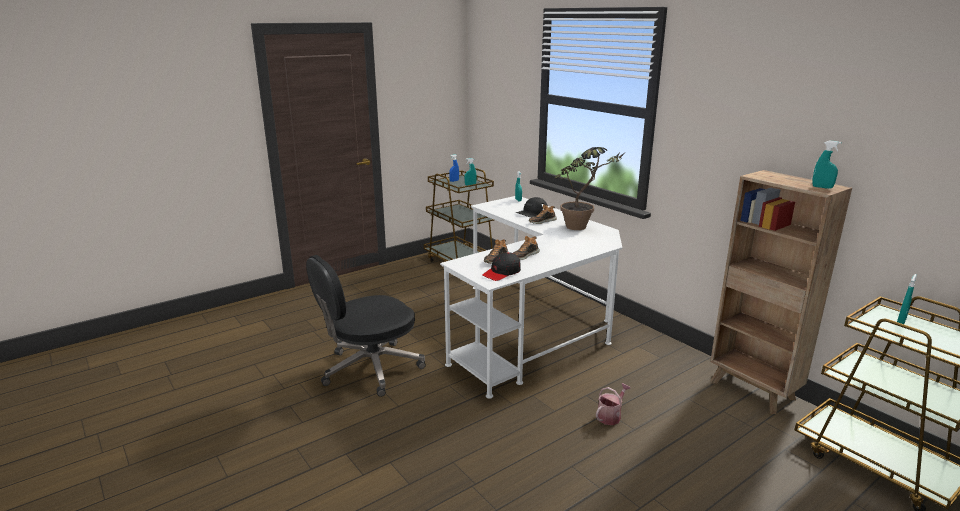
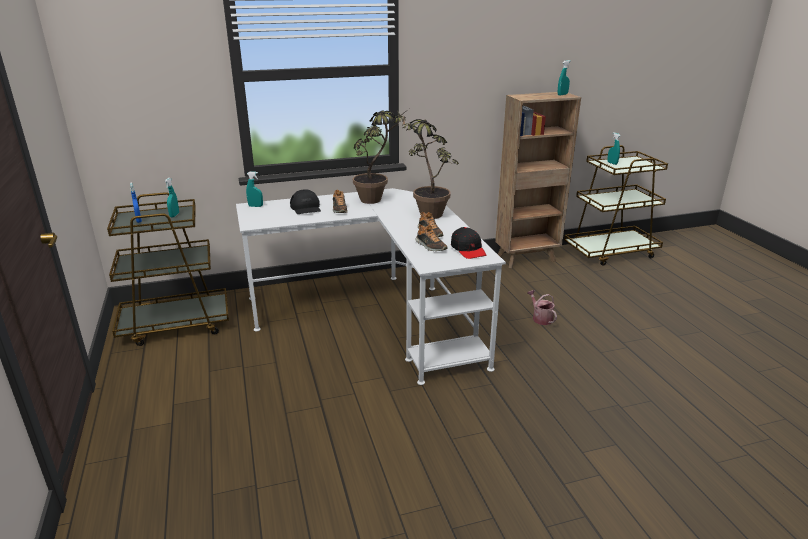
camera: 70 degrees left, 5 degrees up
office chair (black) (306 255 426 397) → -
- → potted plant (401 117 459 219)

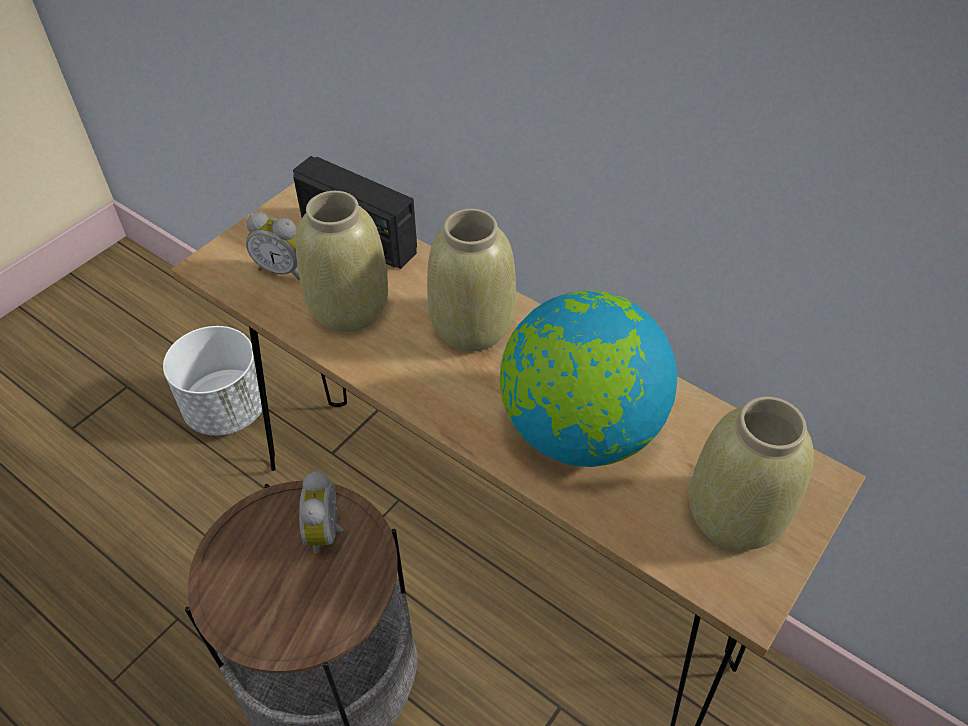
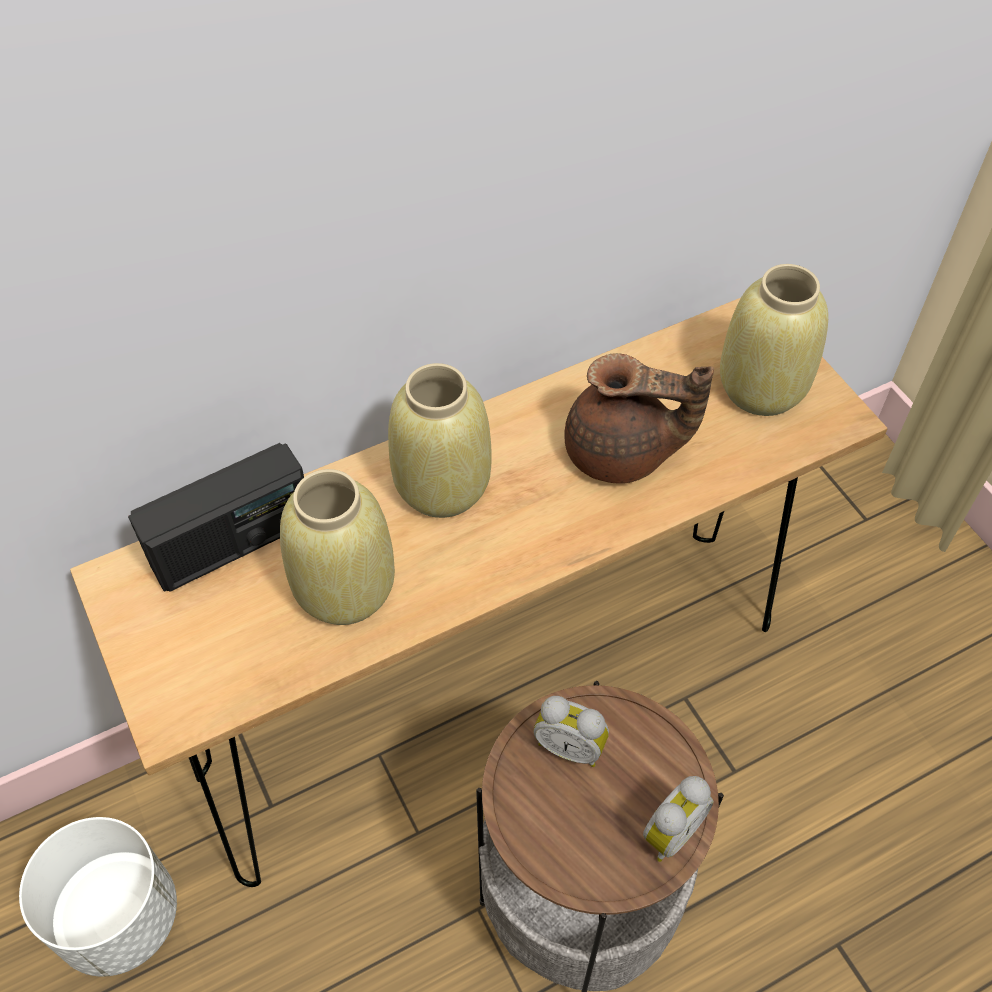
camera: 65 degrees left, 5 degrees up
alarm clock (246 212 300 280) → alarm clock (643 776 714 862), move
globe (500 291 677 467) → teapot (brown) (564 353 714 484)

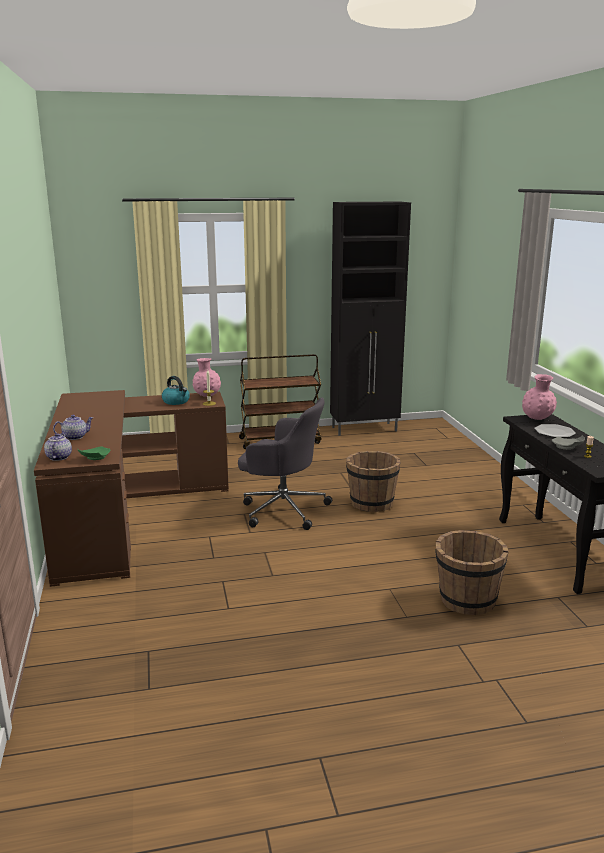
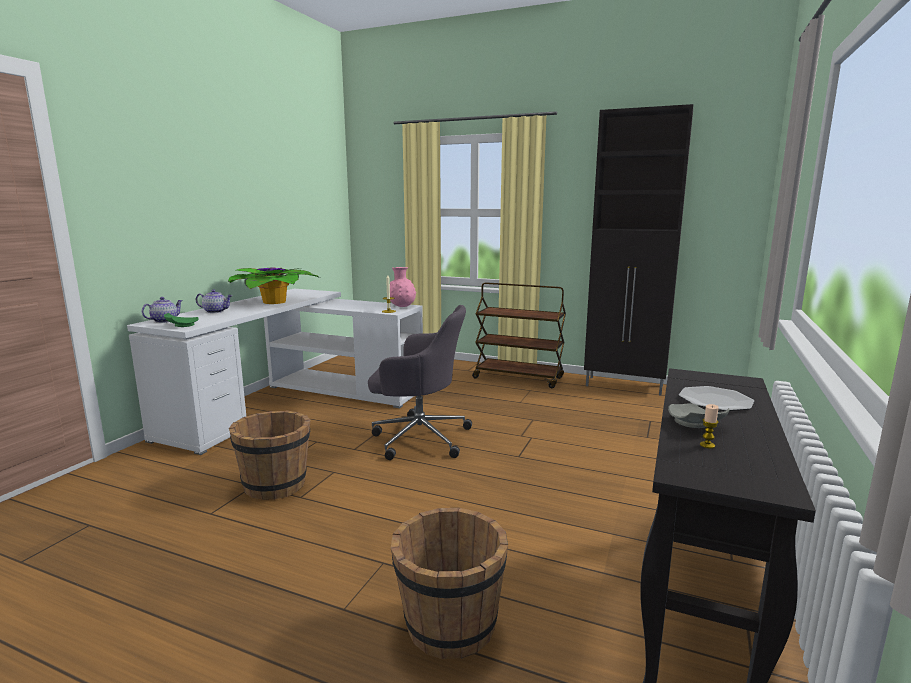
camera: 35 degrees right, 5 degrees down
desk (brown) (34 390 229 587) → desk (white) (127 289 423 455)
kettle (162 376 190 405) → -
office chair (grey) (238 398 332 530) → office chair (grey) (368 305 472 460), 45 degrees counterclockwise
bucket (brown) (346 451 400 512) → bucket (brown) (229 410 310 500), move
vase (pink) (522 374 557 420) → -
- → potted plant (228 267 320 304)

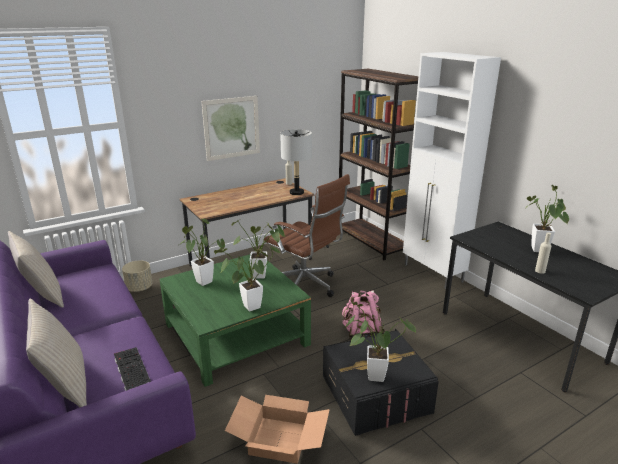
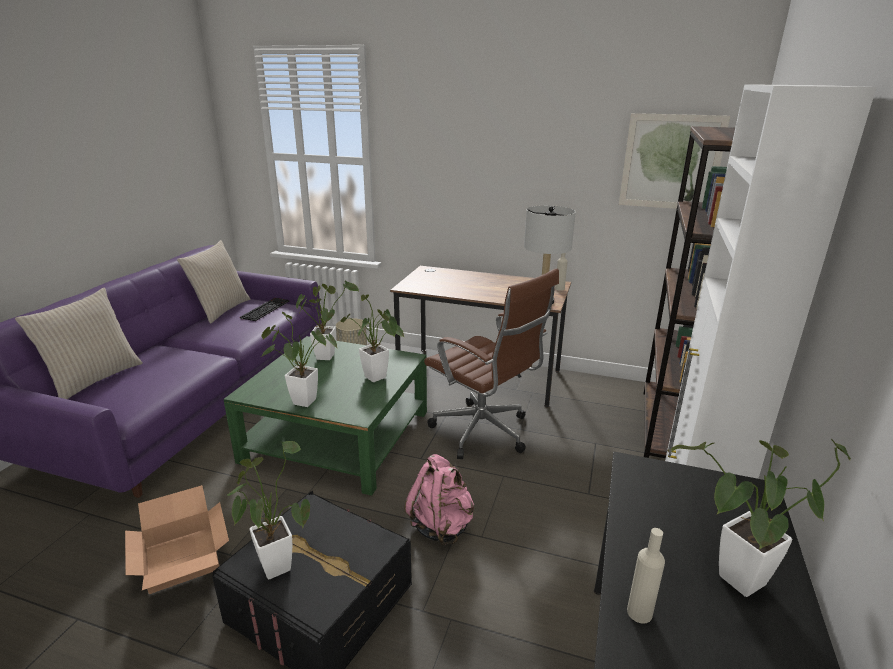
camera: 50 degrees right, 0 degrees up
keyboard (114 347 151 391) → keyboard (240 298 290 321), move
picture (202 96 260 161) → picture (619 113 730 209), move
office chair (brown) (264 174 350 297) → office chair (brown) (424 268 559 459), 45 degrees counterclockwise

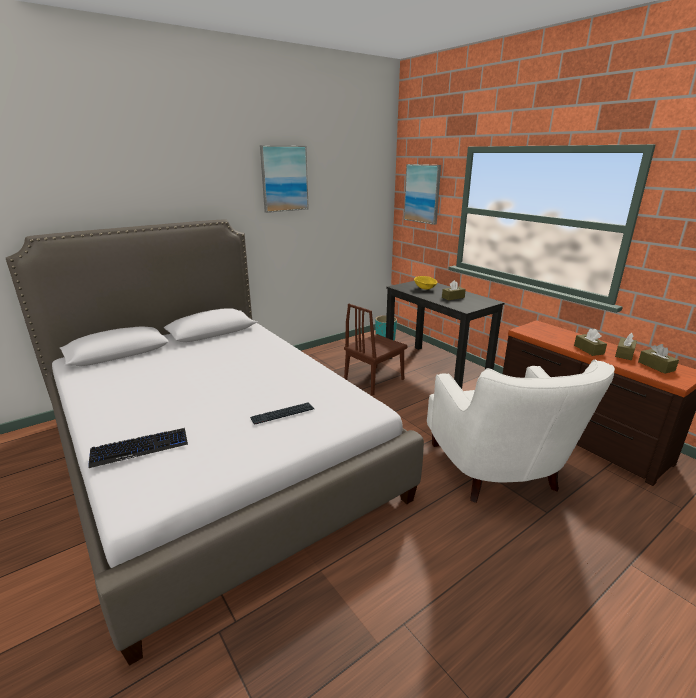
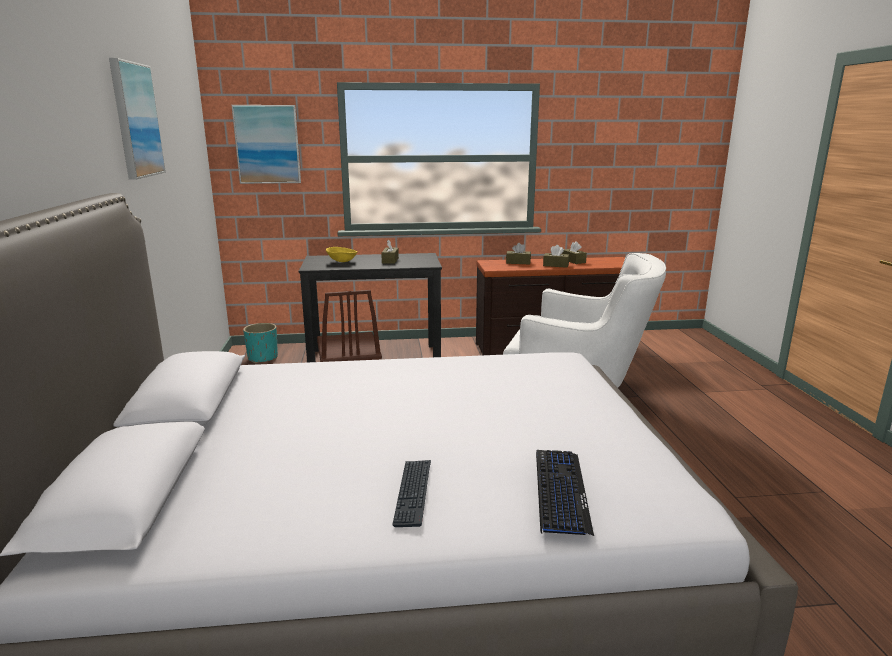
camera: 60 degrees left, 5 degrees down
keyboard (250 402 314 425) → keyboard (392 460 431 527), move
tissue box (brown) (638 344 679 374) → tissue box (brown) (506 243 531 264), move

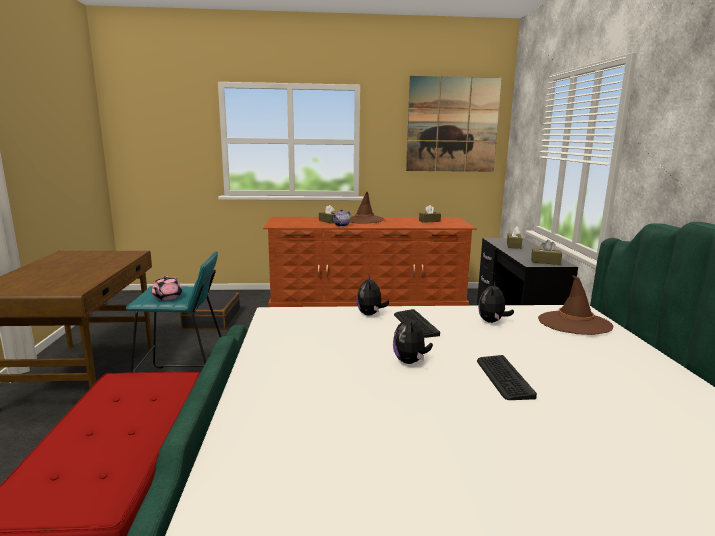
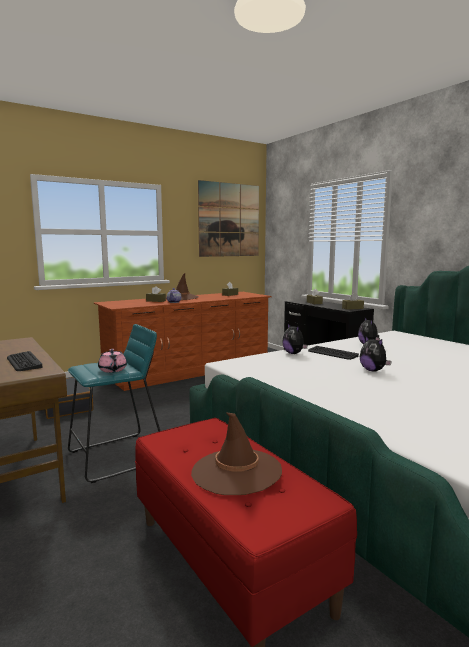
camera: 30 degrees left, 5 degrees down
keyboard (477 355 537 400) → keyboard (7 351 43 371), move
hat (brown) (538 275 613 335) → hat (brown) (191 412 282 495), move

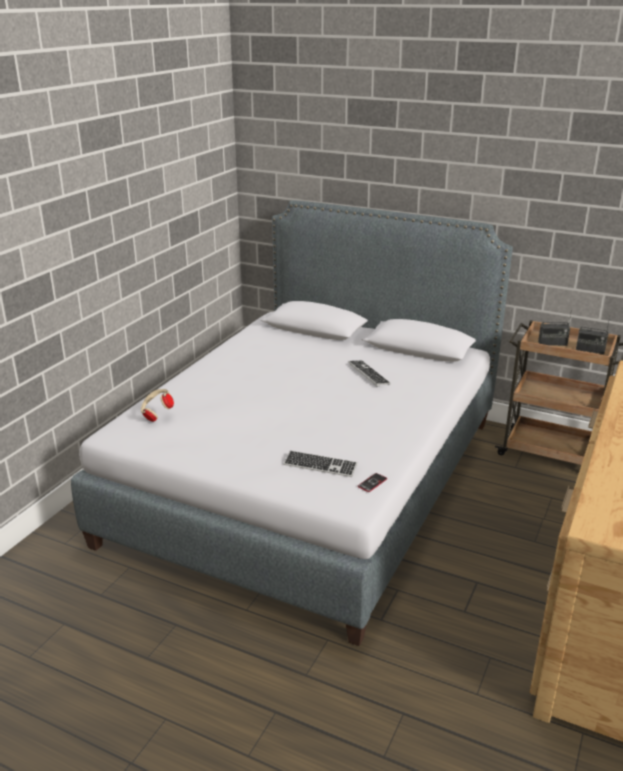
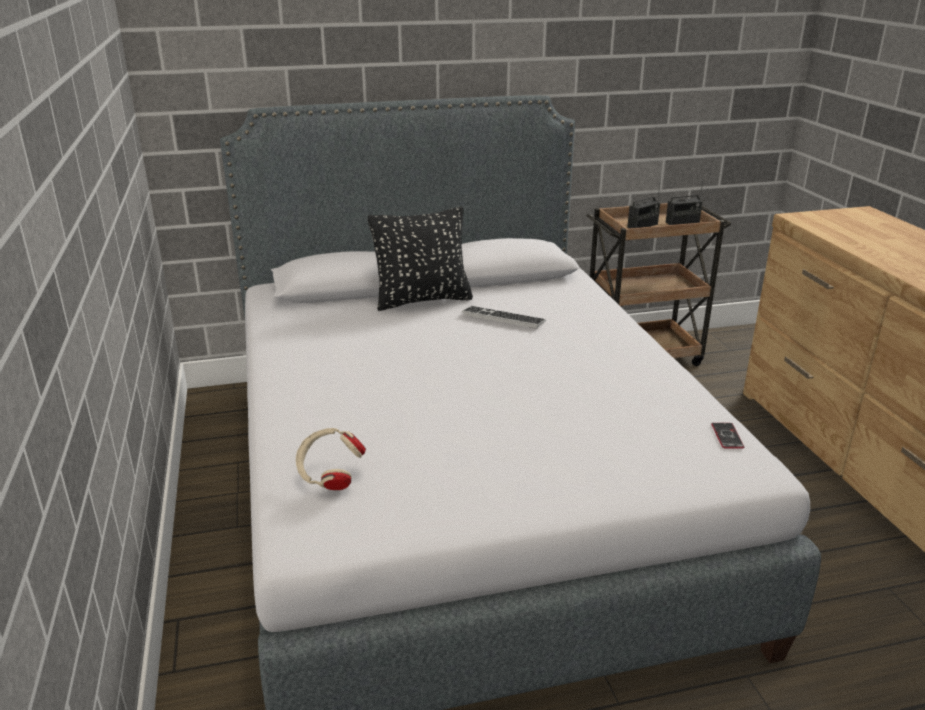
camera: 40 degrees left, 0 degrees up
keyboard (284 450 358 477) → -
- → pillow (black) (368 207 473 311)

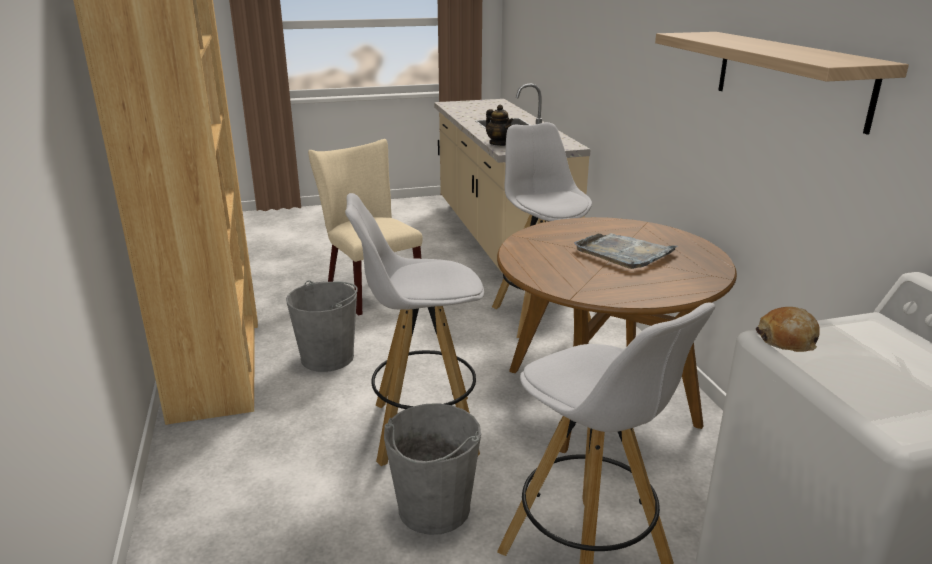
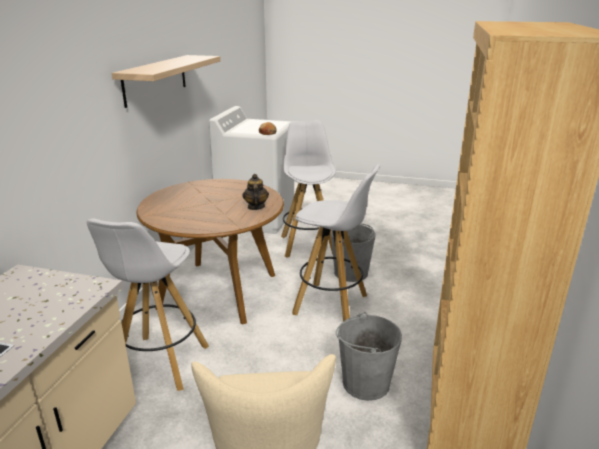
camera: 150 degrees left, 0 degrees up
teapot (486 105 514 146) → teapot (242 174 269 210), move
tray (grey) (574 233 678 269) → -

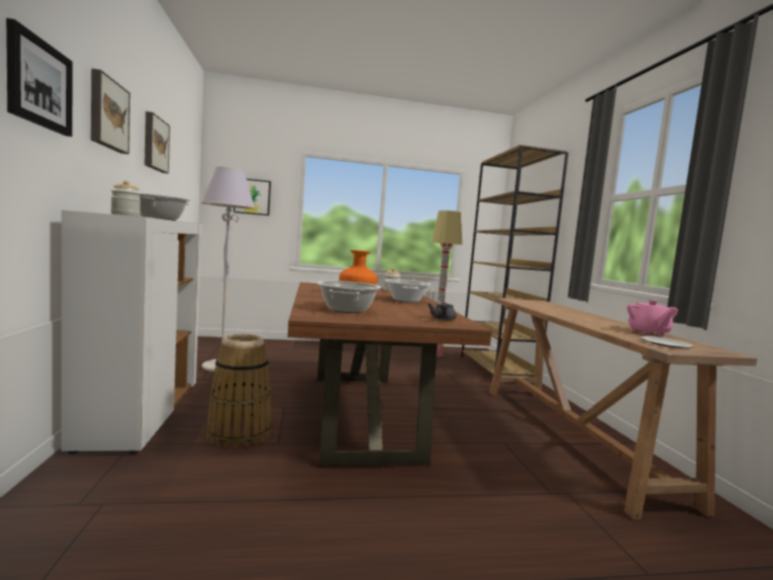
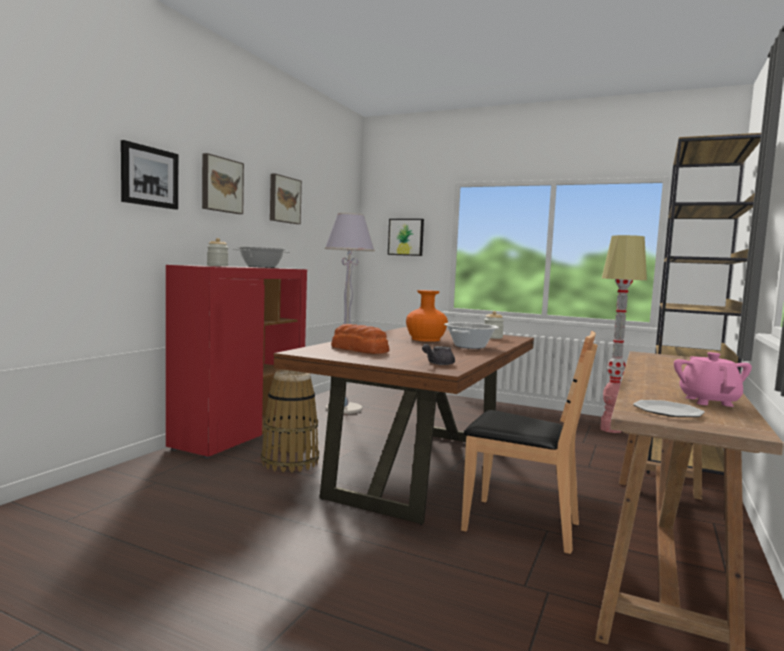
camera: 35 degrees right, 0 degrees up
cabinet (white) (61 210 202 454) → cabinet (red) (166 265 307 459)
cooking pot (317 281 381 313) → bread (331 324 389 354)
teapot (pink) (627 300 678 337) → teapot (pink) (674 352 752 407), 150 degrees clockwise
- → chair (brown) (461 331 598 554)

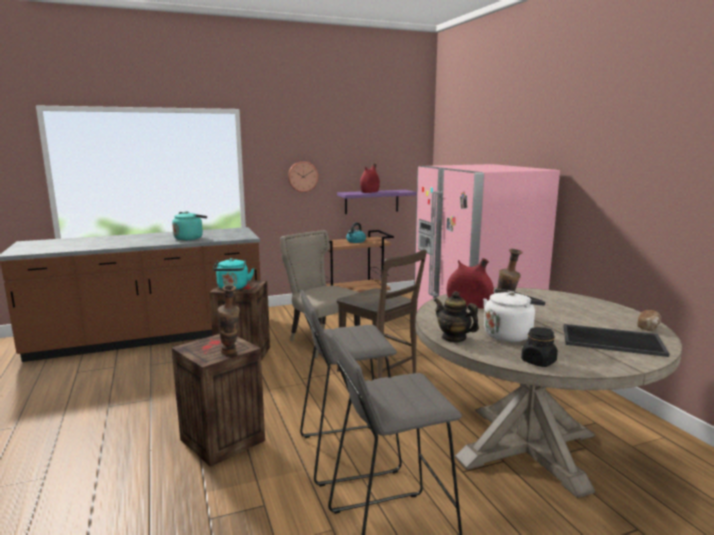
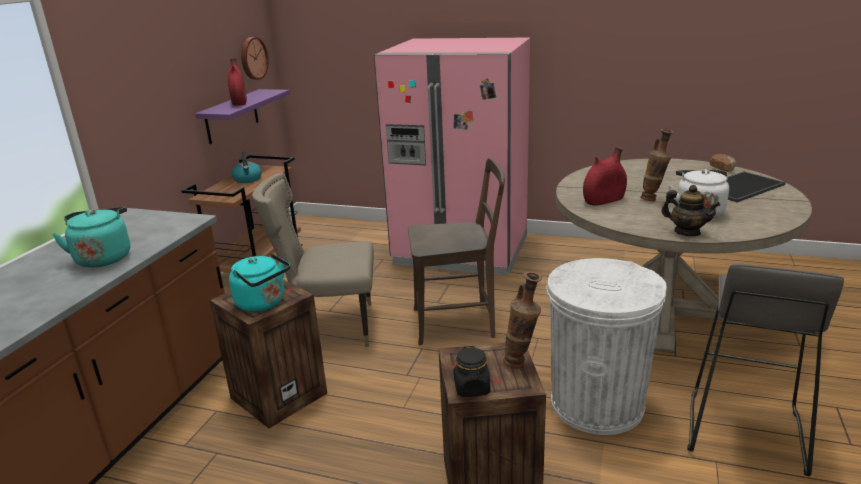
camera: 50 degrees left, 10 degrees up
wall clock (288 161 318 192) → wall clock (241 37 269 80), move
stool (grey) (300 290 402 487) → trash can (white) (547 258 667 435)
teapot (434 291 479 343) → teapot (661 185 720 236), 135 degrees counterclockwise
jar (black) (521 327 558 367) → jar (black) (454 346 490 397), move

